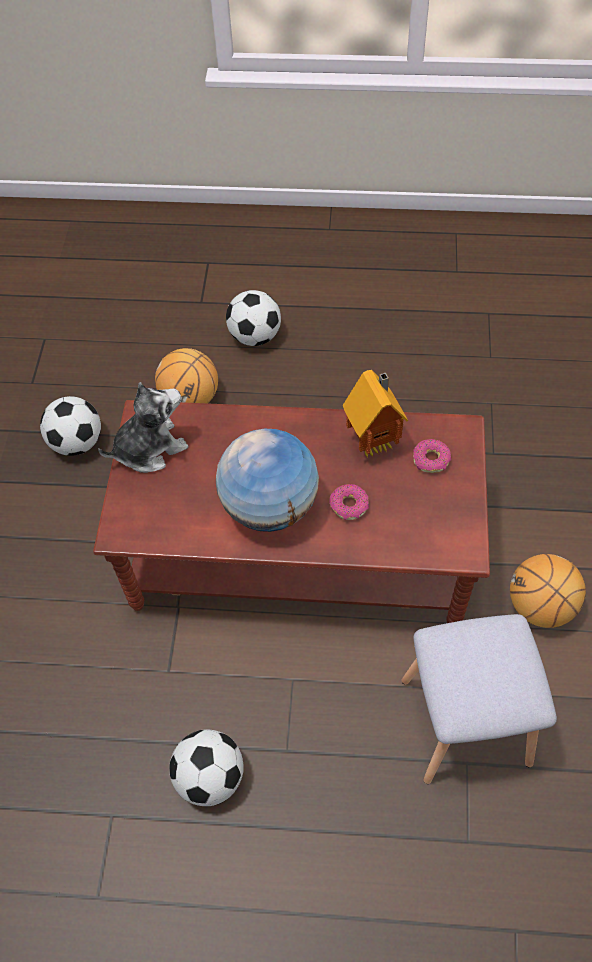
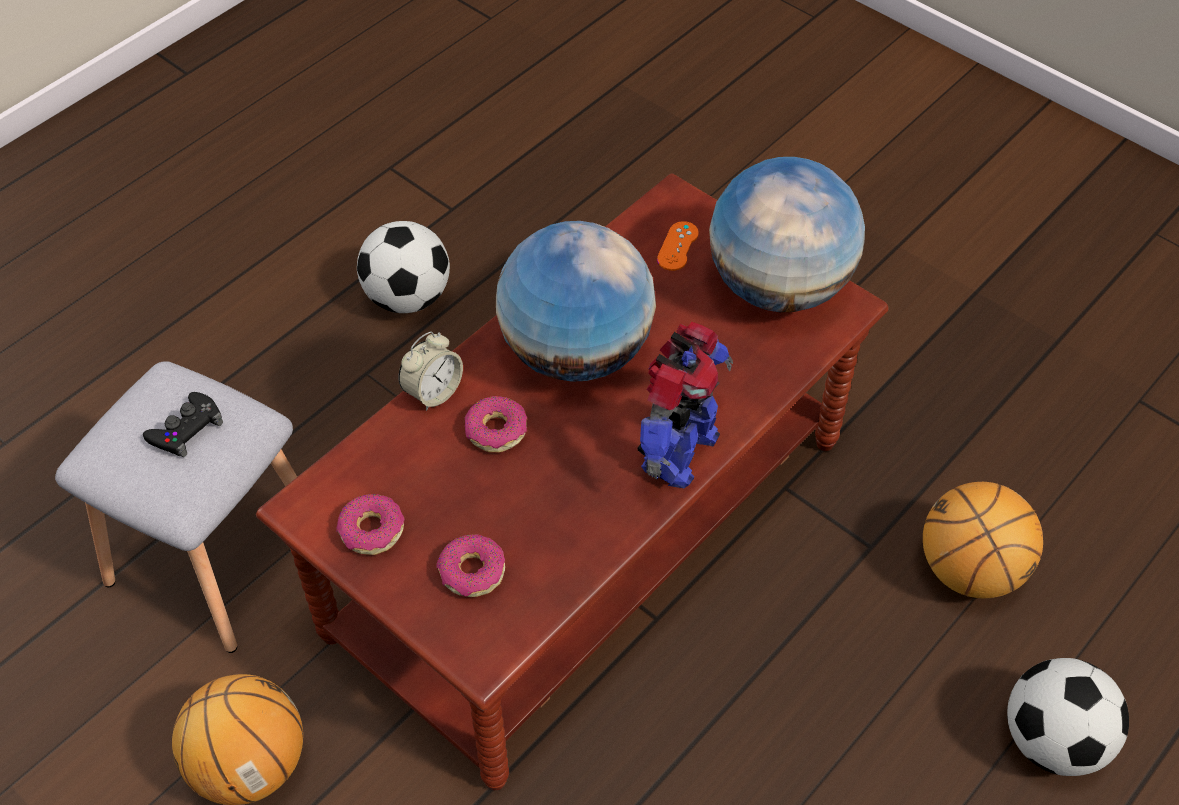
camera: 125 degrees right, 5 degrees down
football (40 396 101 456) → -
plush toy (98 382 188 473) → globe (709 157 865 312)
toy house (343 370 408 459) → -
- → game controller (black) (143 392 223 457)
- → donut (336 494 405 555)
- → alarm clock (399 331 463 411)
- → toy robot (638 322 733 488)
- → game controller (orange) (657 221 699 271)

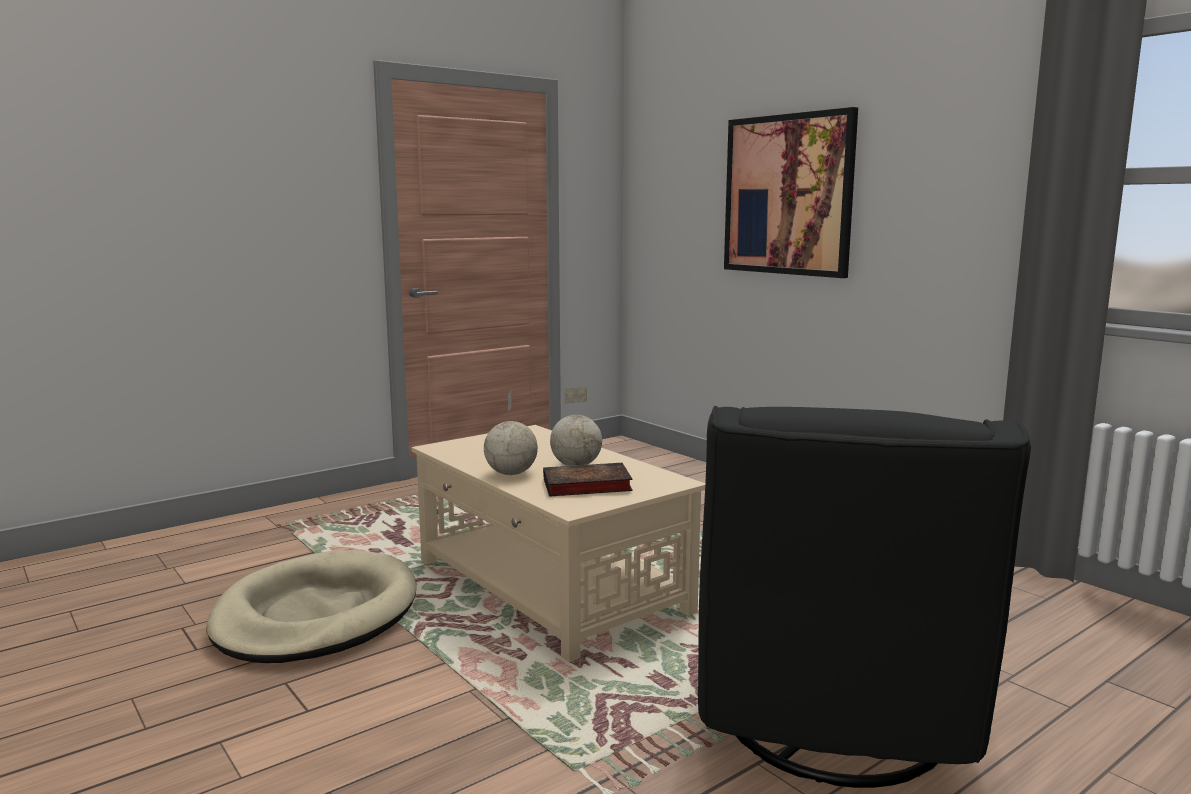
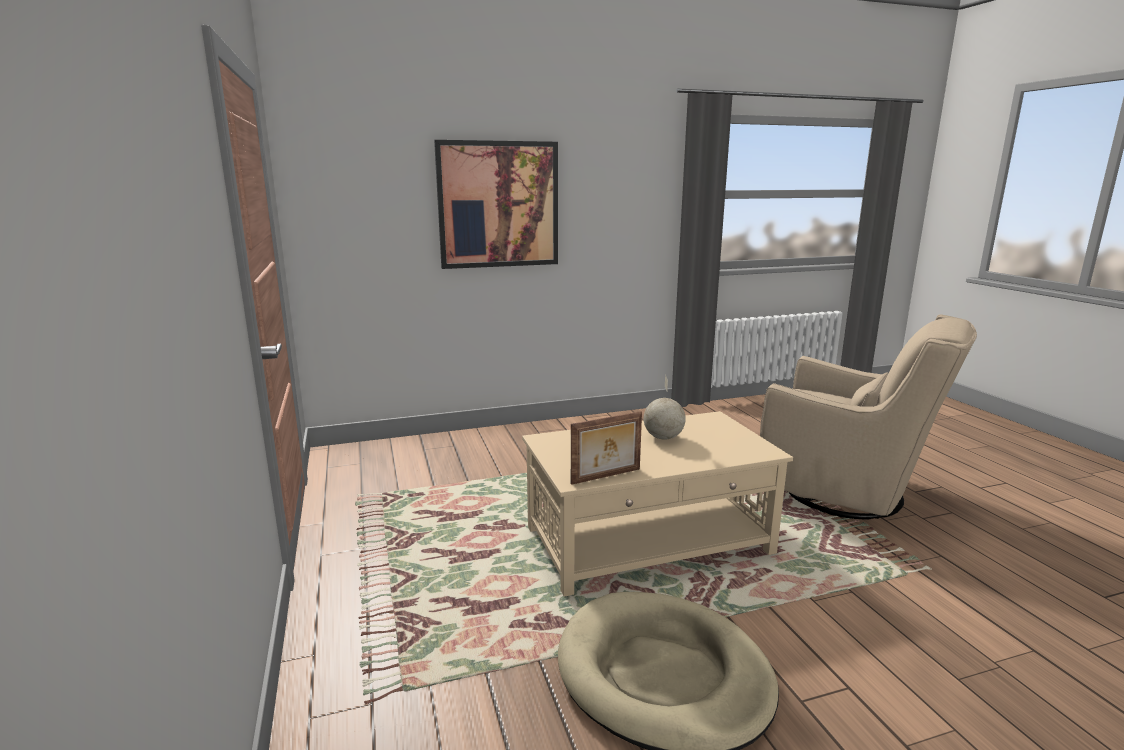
camera: 70 degrees left, 5 degrees up
globe (484 391 538 475) → -
book (543 463 633 497) → -
armchair (black) (698 406 1031 788) → armchair (beige) (760 314 977 519)
- → picture frame (571 411 642 485)

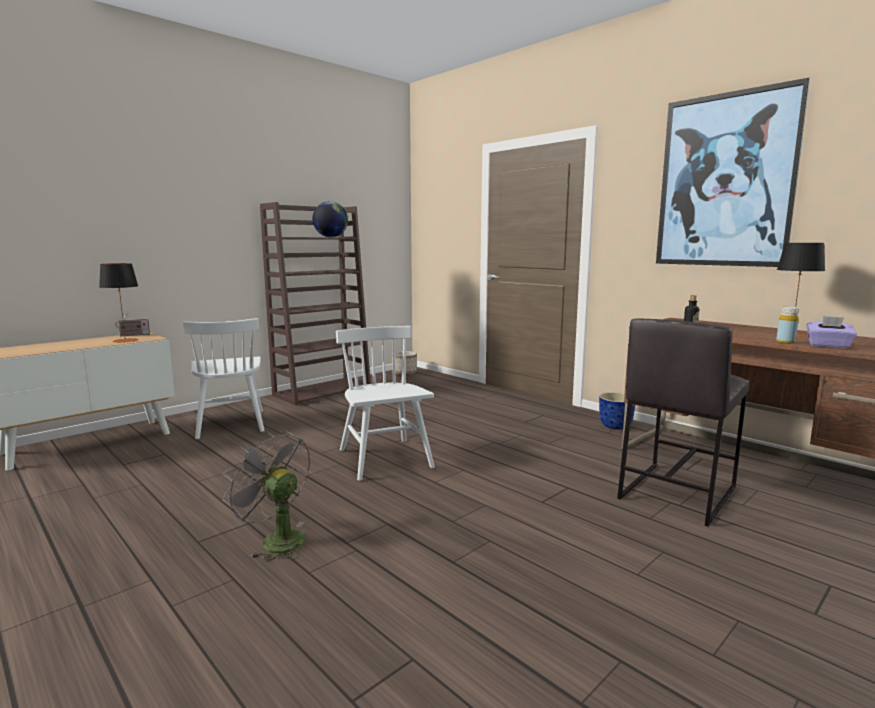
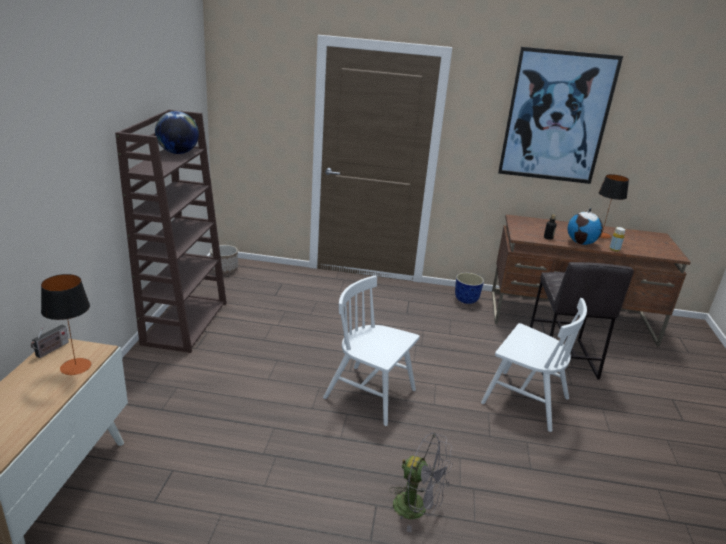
camera: 40 degrees left, 15 degrees up
chair (white) (183 318 265 439) → chair (white) (481 298 587 432), move
fan (grey) (222 431 310 562) → fan (grey) (389 432 453 532), 150 degrees counterclockwise
tissue box (purple) (806 316 857 348) → -
- → globe (568 208 603 245)

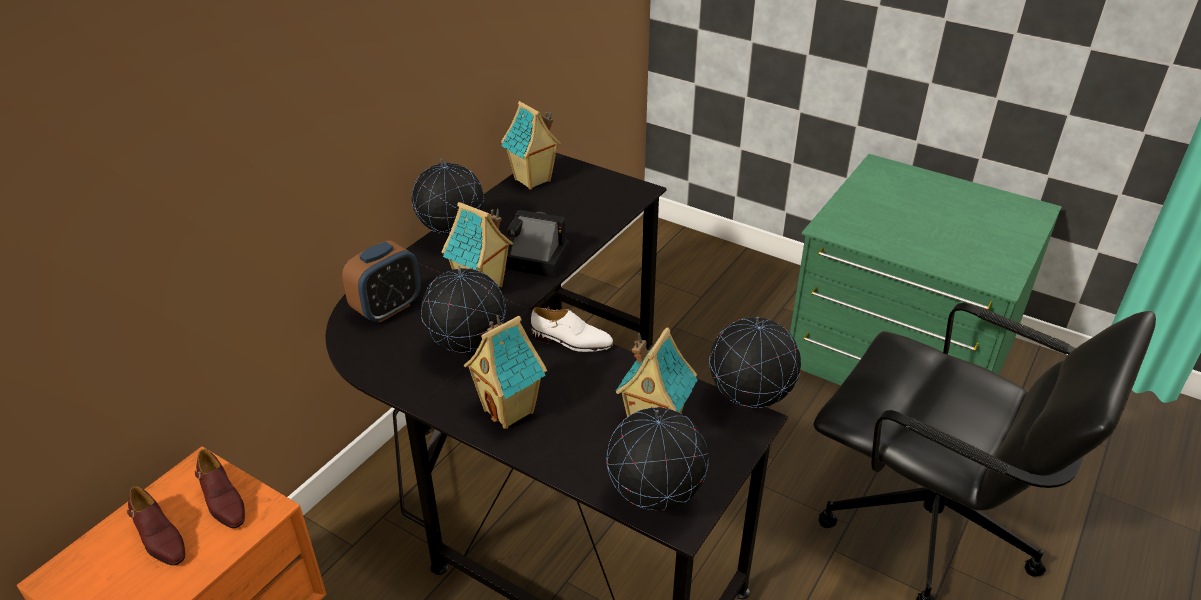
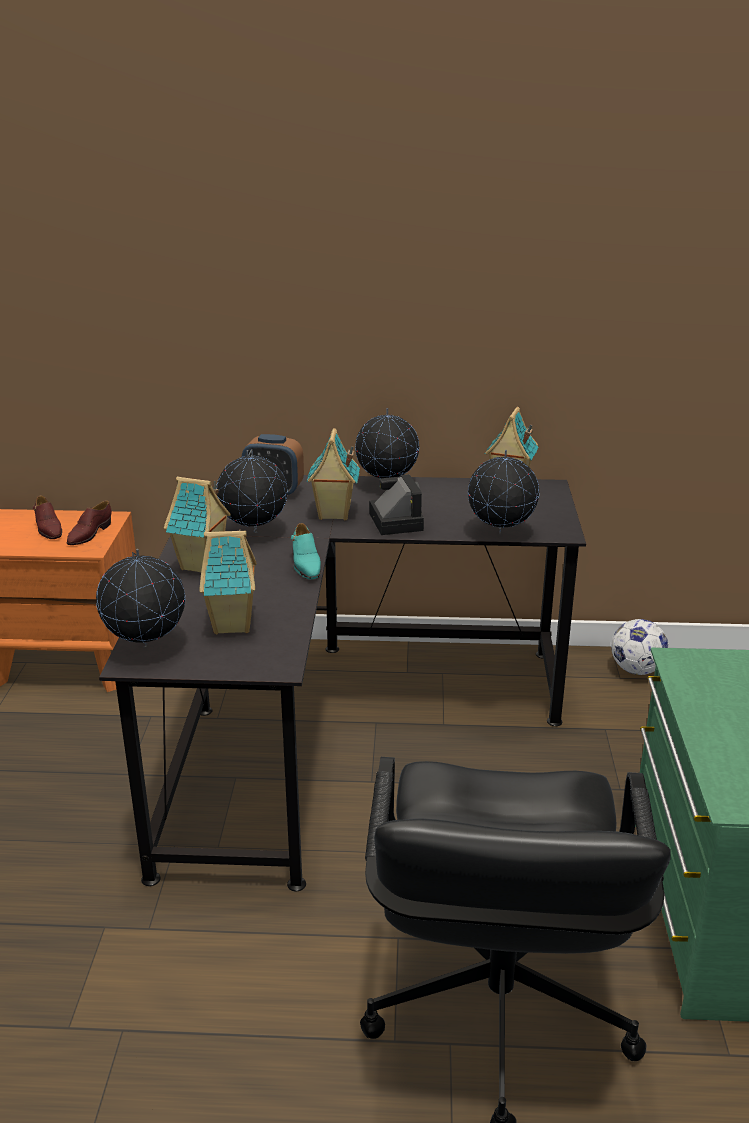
camera: 60 degrees right, 10 degrees down
shoe (brown) (127 486 185 566) → shoe (brown) (33 496 62 539), 45 degrees counterclockwise
shoe (white) (531 307 614 352) → shoe (turquoise) (291 523 321 579)
globe (709 317 801 408) → globe (468 450 539 534), move
- → football (611 619 669 675)

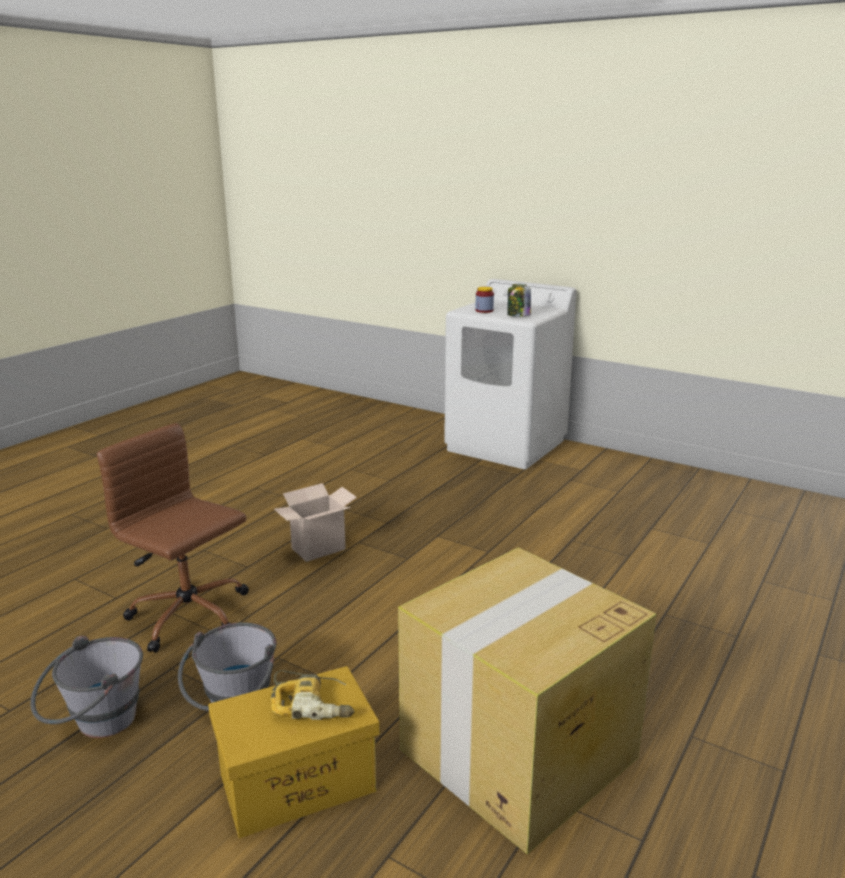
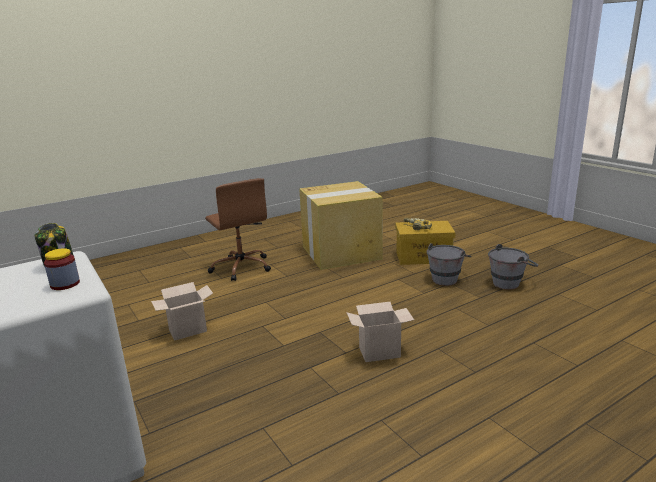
camera: 155 degrees left, 0 degrees up
office chair (brown) (97 423 249 652) → office chair (brown) (205 178 271 281), move
- → cardboard box (151 282 213 341)

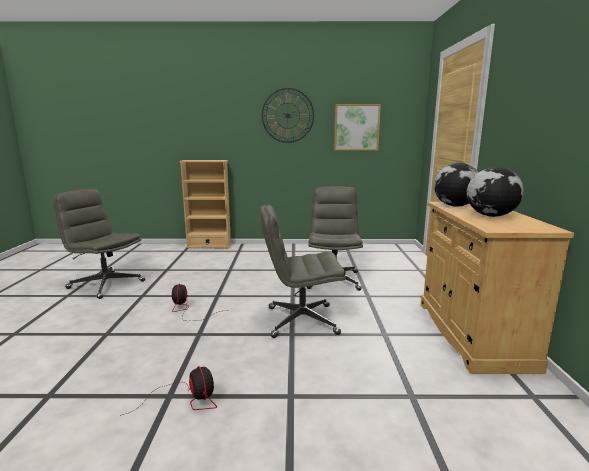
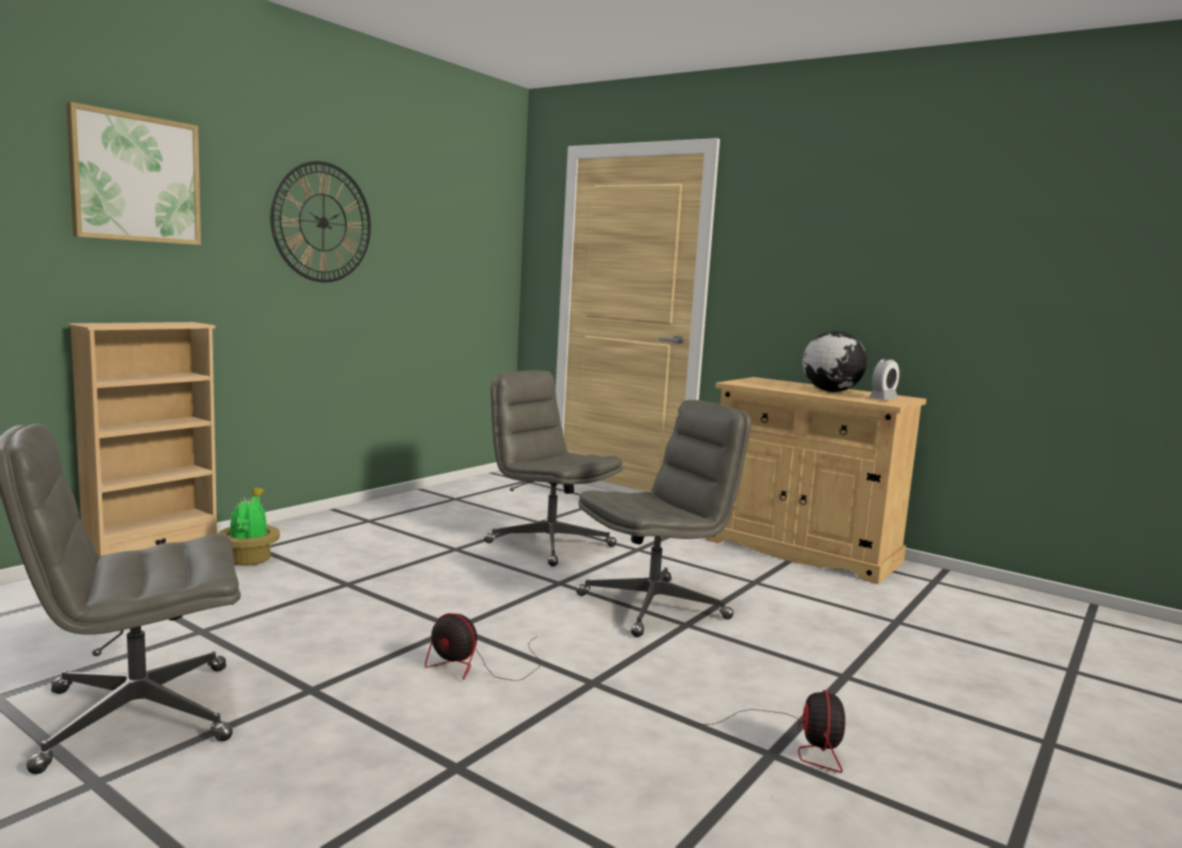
camera: 55 degrees left, 5 degrees down
fan (120 366 217 416) → fan (689 690 845 773), 90 degrees clockwise
office chair (grey) (260 205 346 338) → office chair (grey) (576 400 751 637), 150 degrees counterclockwise
picture (334 104 381 150) → picture (66 102 201 245), move
globe (434 163 479 207) → -
- → potted plant (217 488 280 566)
- → alarm clock (869 359 899 400)

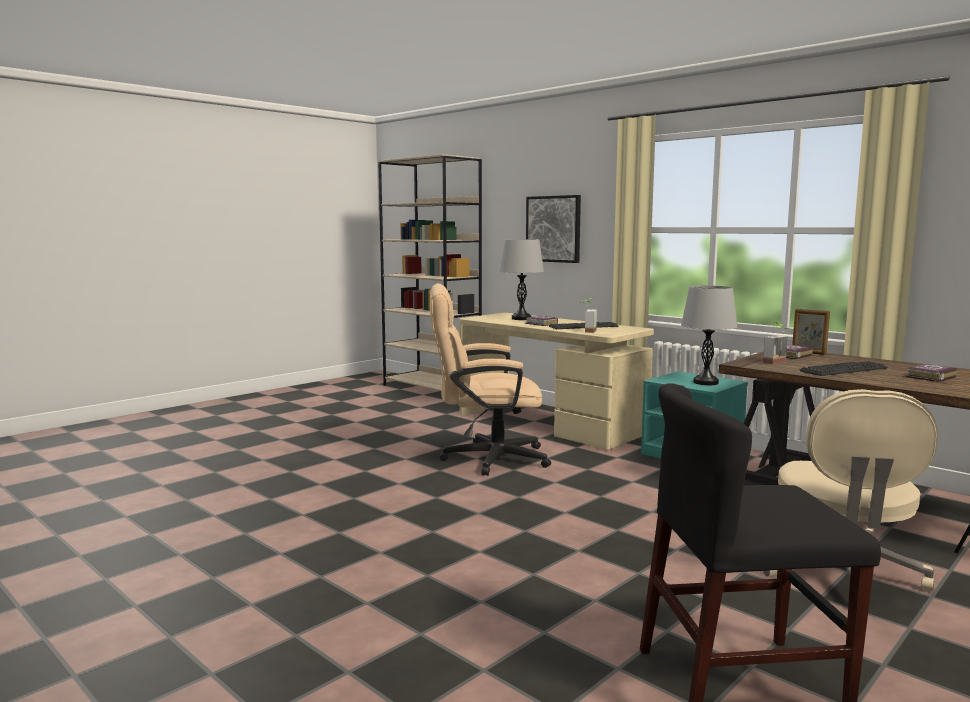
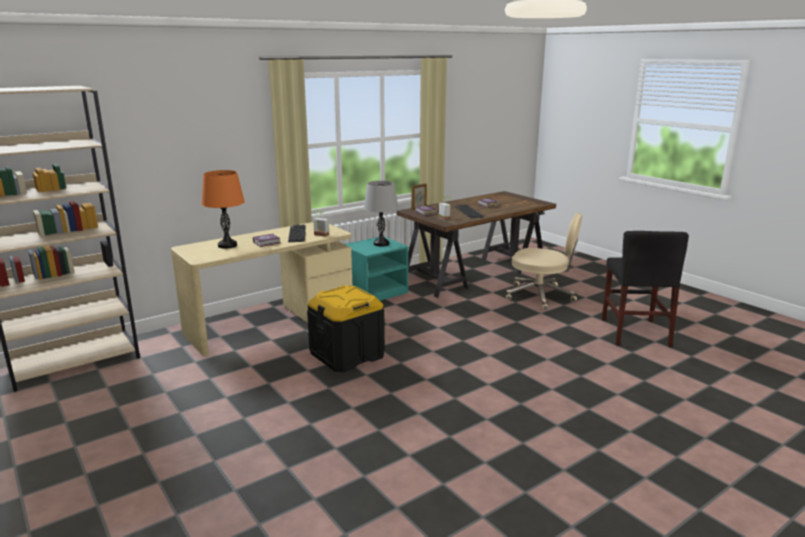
camera: 80 degrees left, 10 degrees up
office chair (beige) (429 283 551 476) → storage box (black) (307 285 385 372)
table lamp (grey) (500 239 544 320) → table lamp (orange) (202 170 245 249)
picture (526 195 581 263) → -

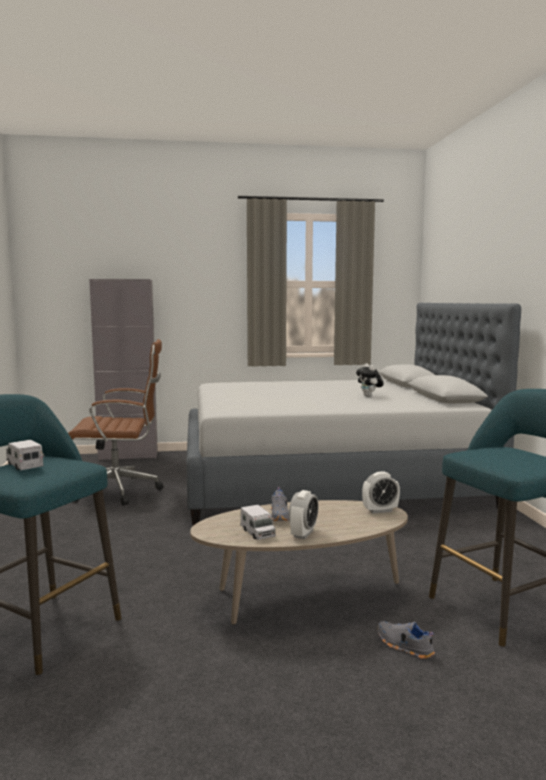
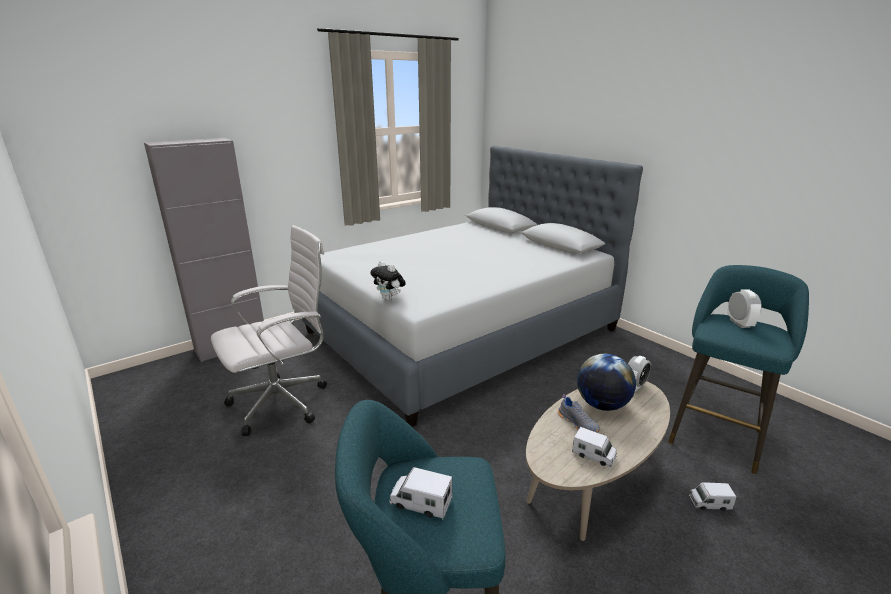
camera: 30 degrees left, 15 degrees up
office chair (brown) (68 339 163 505) → office chair (white) (211 225 327 436)
alarm clock (289 490 318 539) → alarm clock (727 289 762 328), move
plush toy (356 363 384 397) → plush toy (370 261 406 301), move
shoe (grey) (378 621 435 659) → toy truck (689 482 736 511)
- → globe (577 354 636 411)

